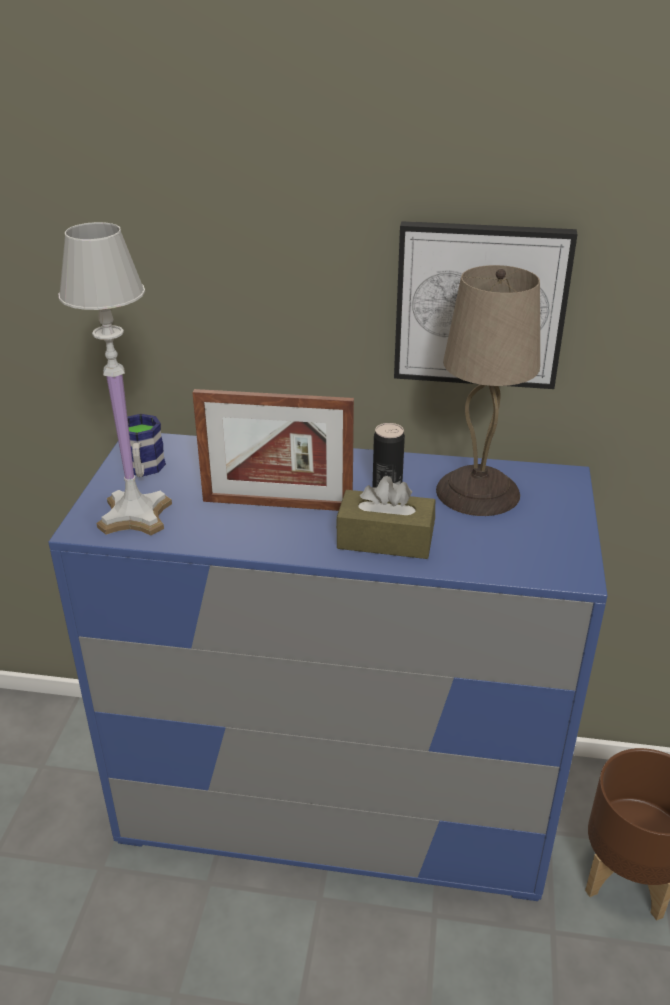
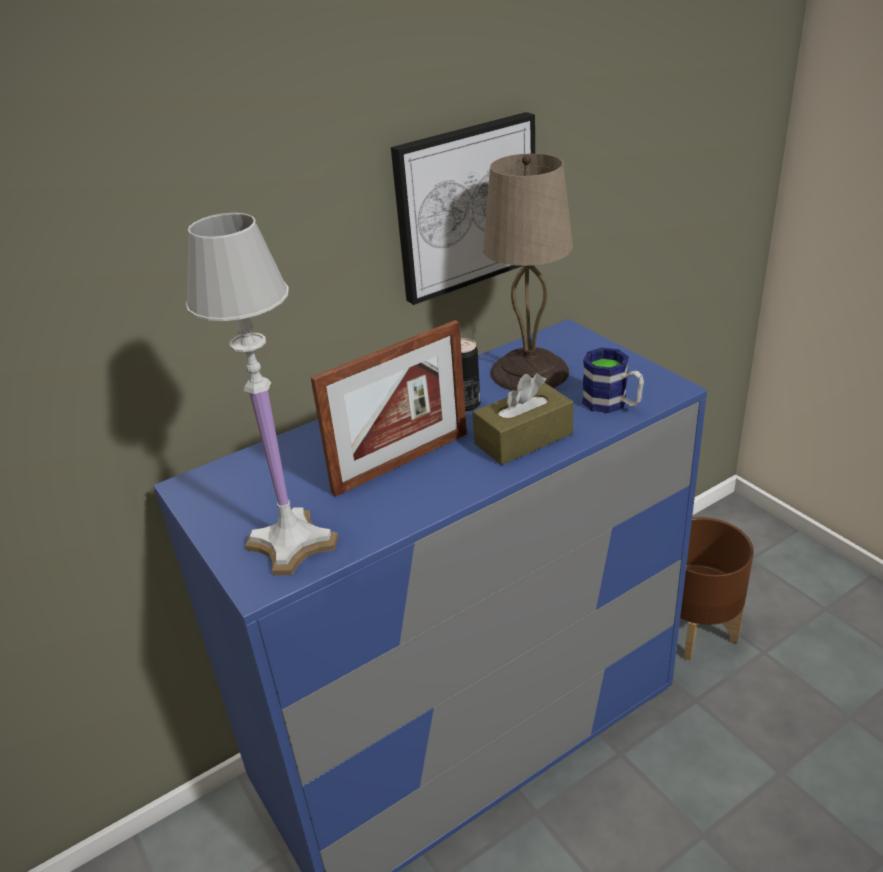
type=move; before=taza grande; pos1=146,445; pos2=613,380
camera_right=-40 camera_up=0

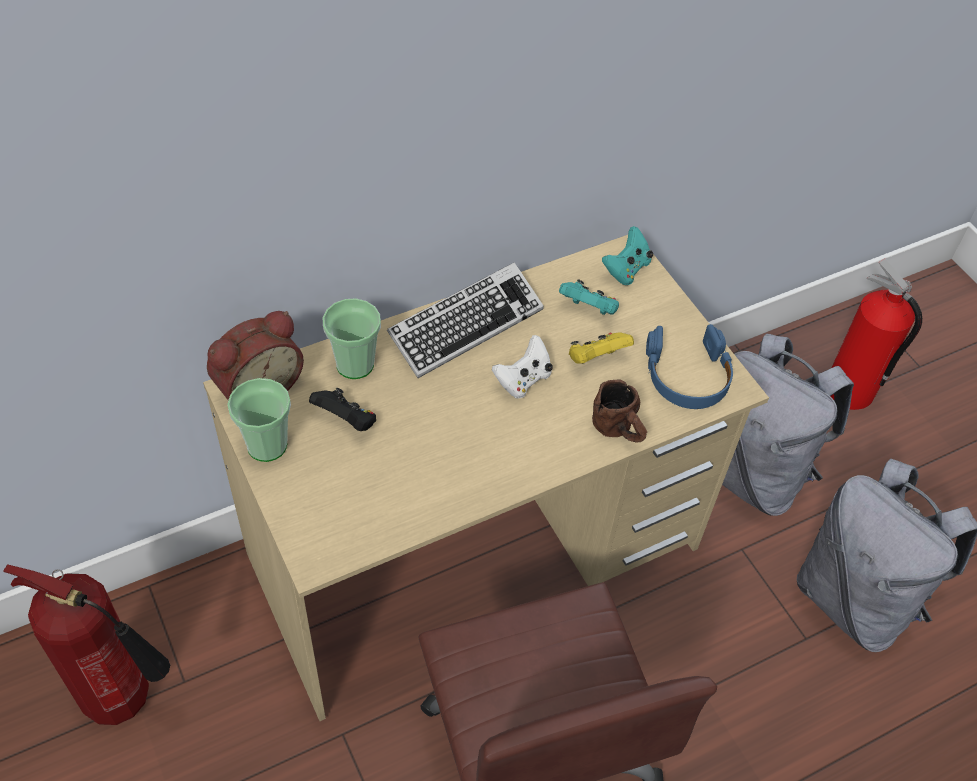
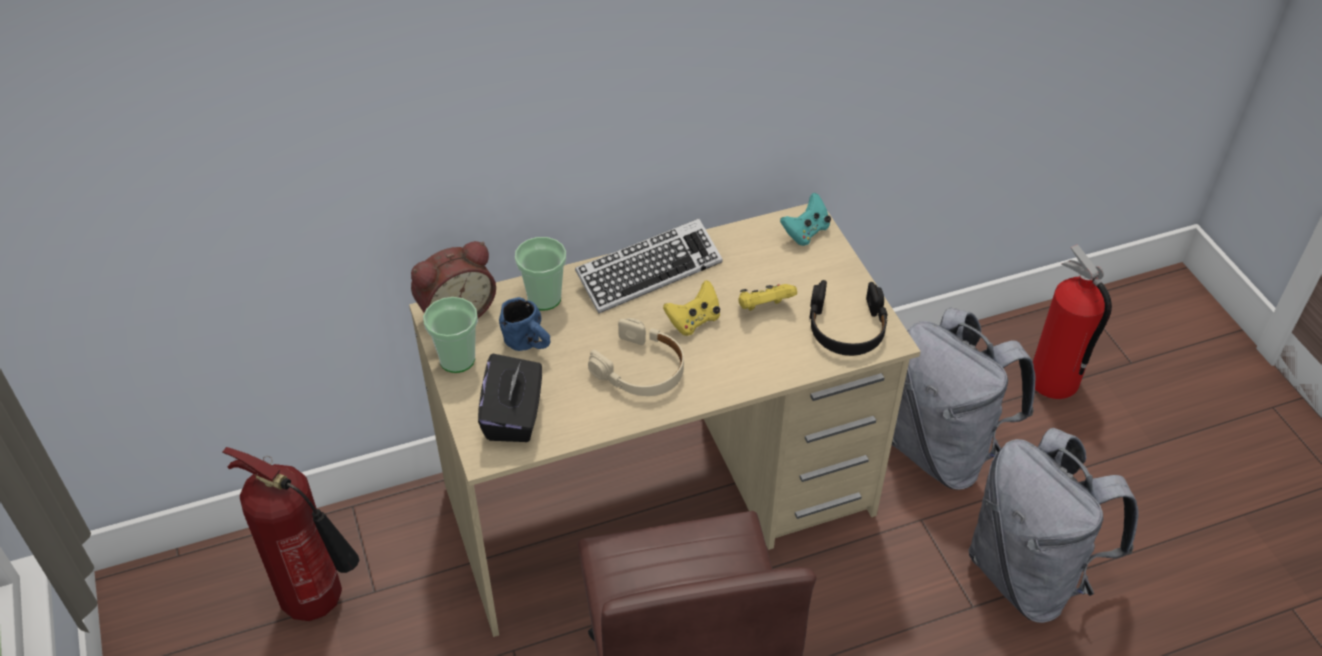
type=replace; before=mando de consola/negro; after=taza grande/azul; pos1=342,409; pos2=525,324
type=recolor; before=mando de consola/blanco; after=mando de consola/amarillo; pos1=522,366; pos2=691,308
type=delete; before=mando de consola/turquesa; pos1=589,297
type=delete; before=taza grande/marrón; pos1=619,410
type=recolor; before=auriculares/azul; after=auriculares/negro; pos1=689,366; pos2=848,318
type=insert; after=caja de pañuelos/negro; pos2=510,398
type=insert; after=auriculares/beis; pos2=636,357
camera_right=10 camera_up=-5

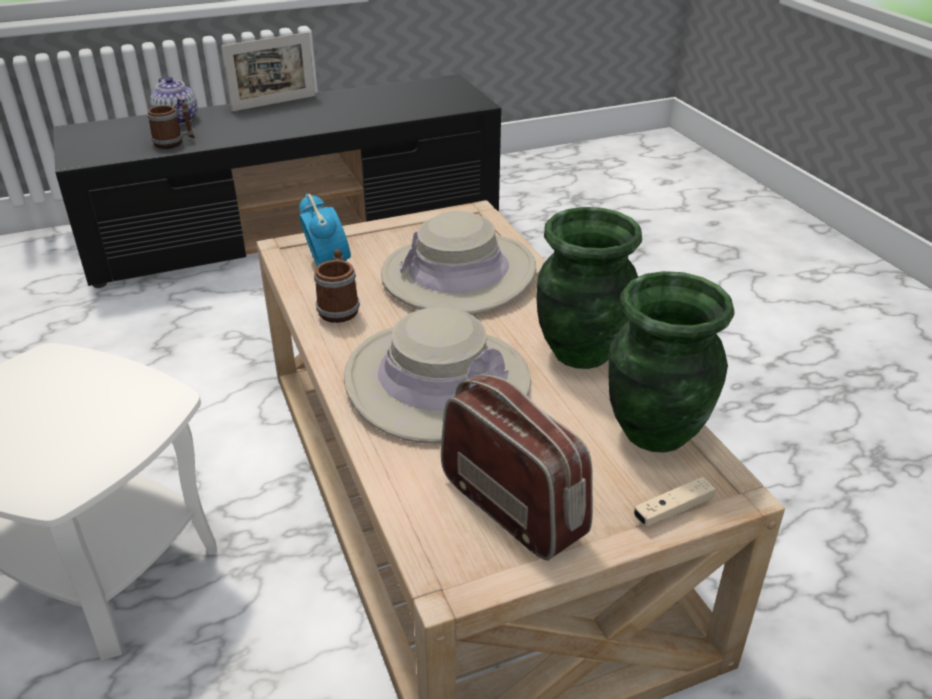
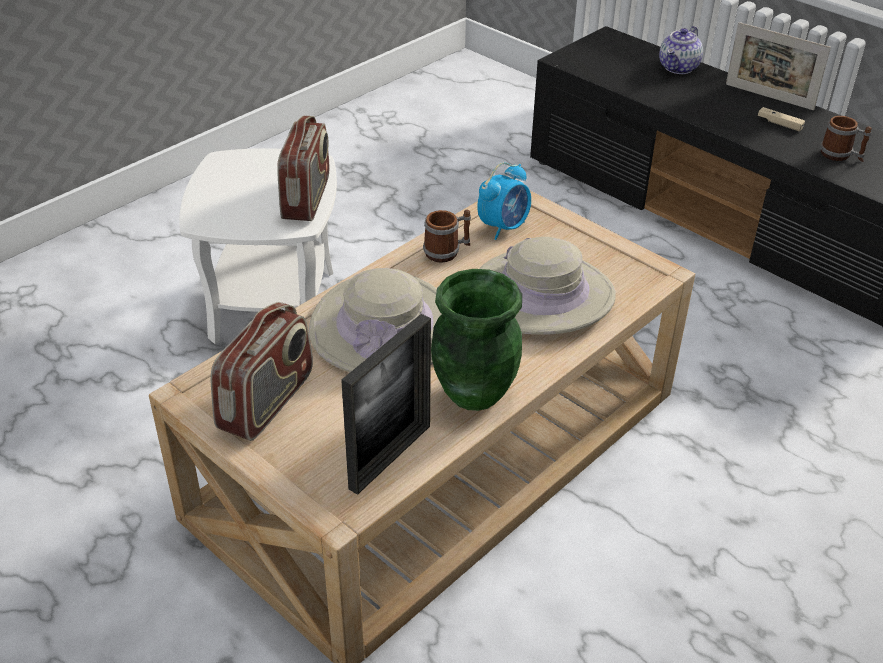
type=move; before=taza grande; pos1=171,126; pos2=846,139
type=replace; before=florero/verde; after=portarretratos; pos1=671,362; pos2=386,404
type=move; before=mando de consola/beis; pos1=674,502; pos2=781,119
type=insert; after=radio; pos2=303,168
camera_right=65 camera_up=5

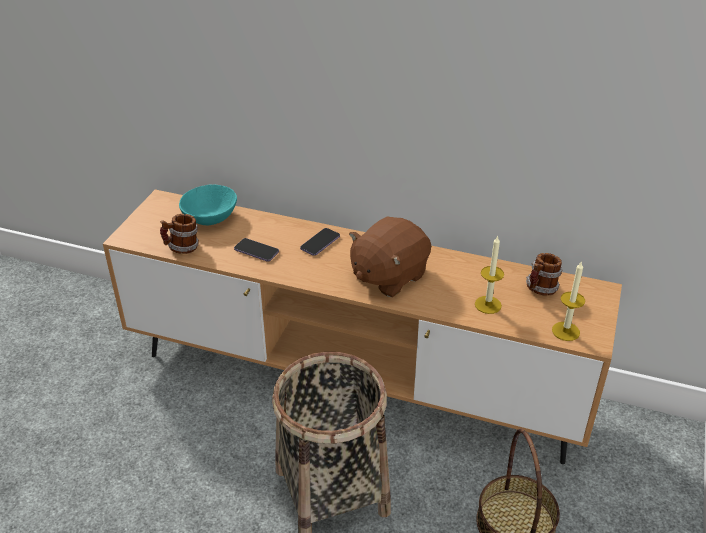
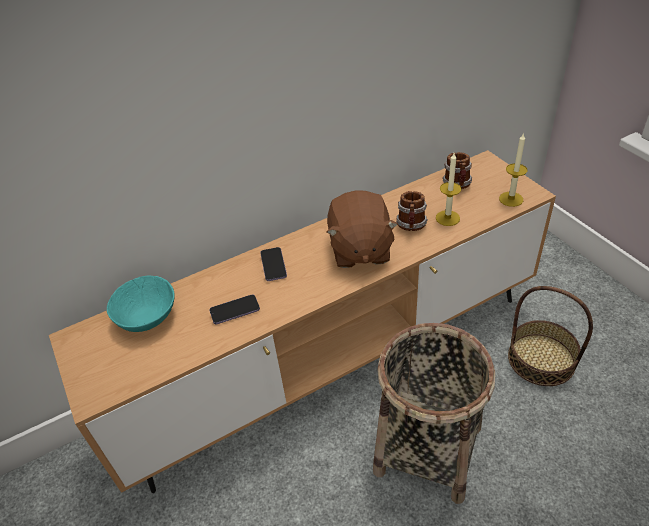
type=move; before=taza grande; pos1=179,234; pos2=412,211
camera_right=-45 camera_up=5

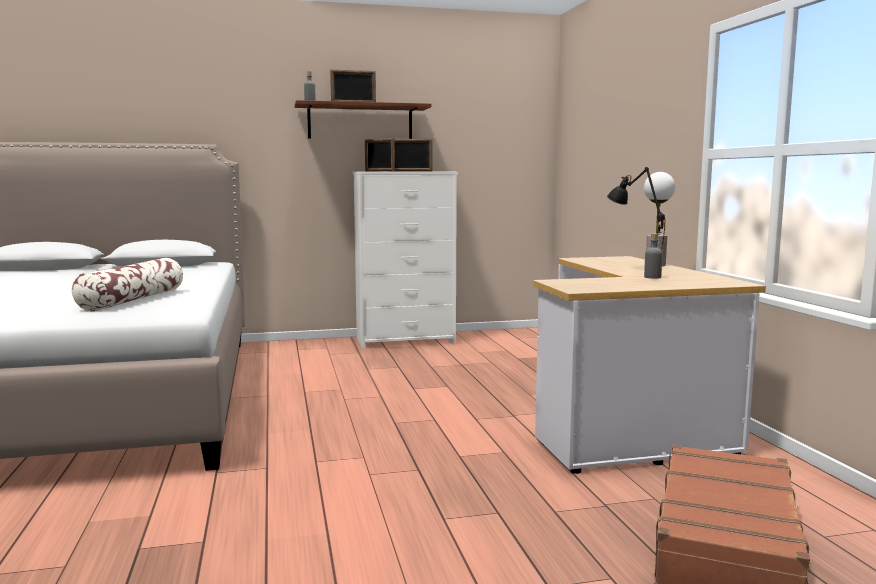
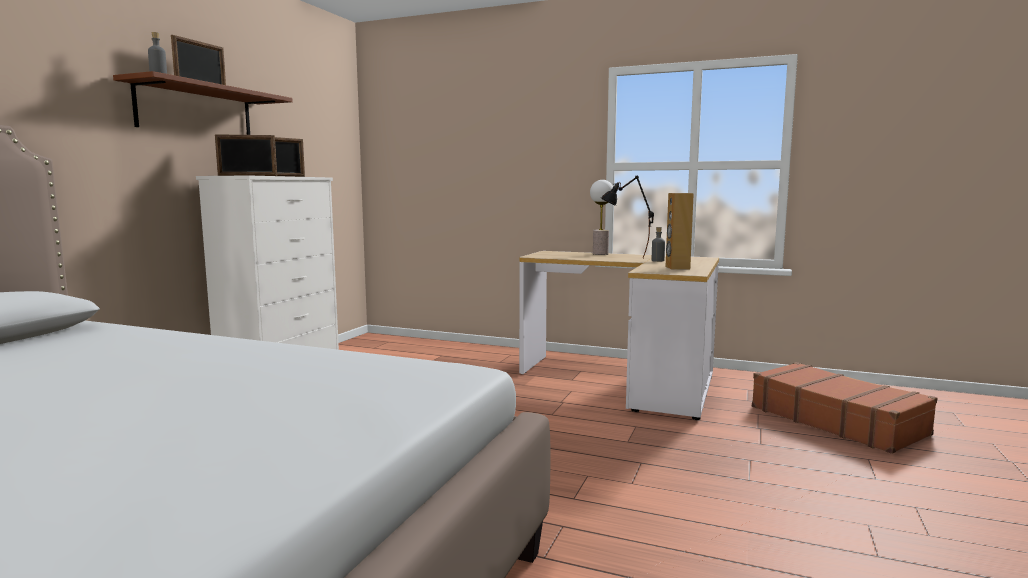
type=delete; before=cojín; pos1=127,284
type=insert; after=altavoz/marrón; pos2=680,231
camera_right=-55 camera_up=0

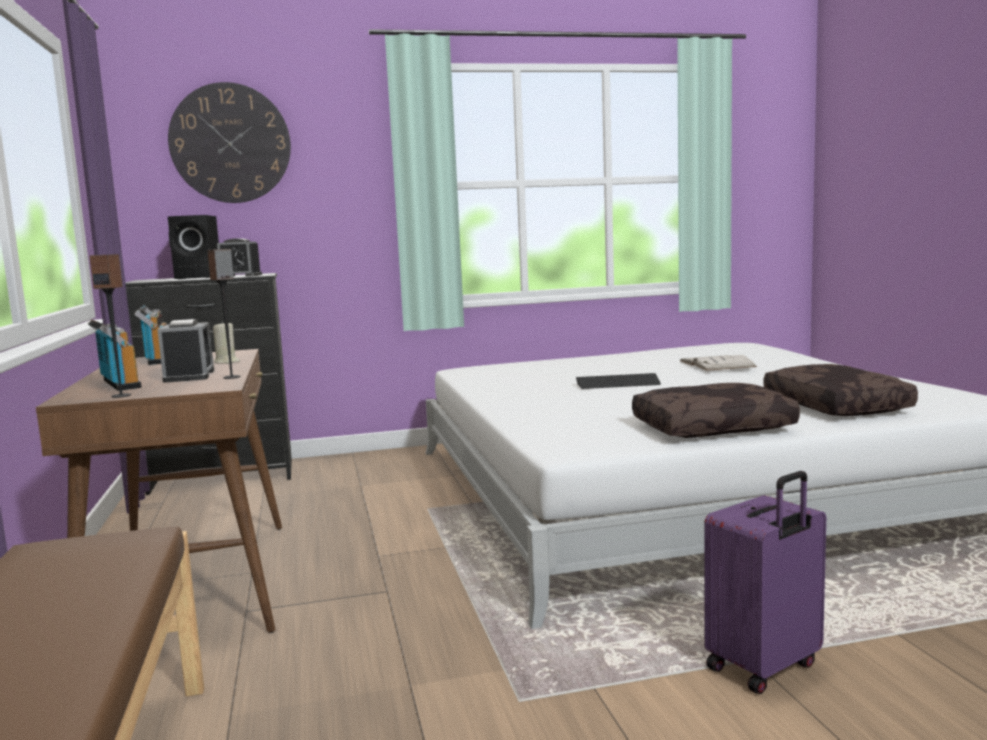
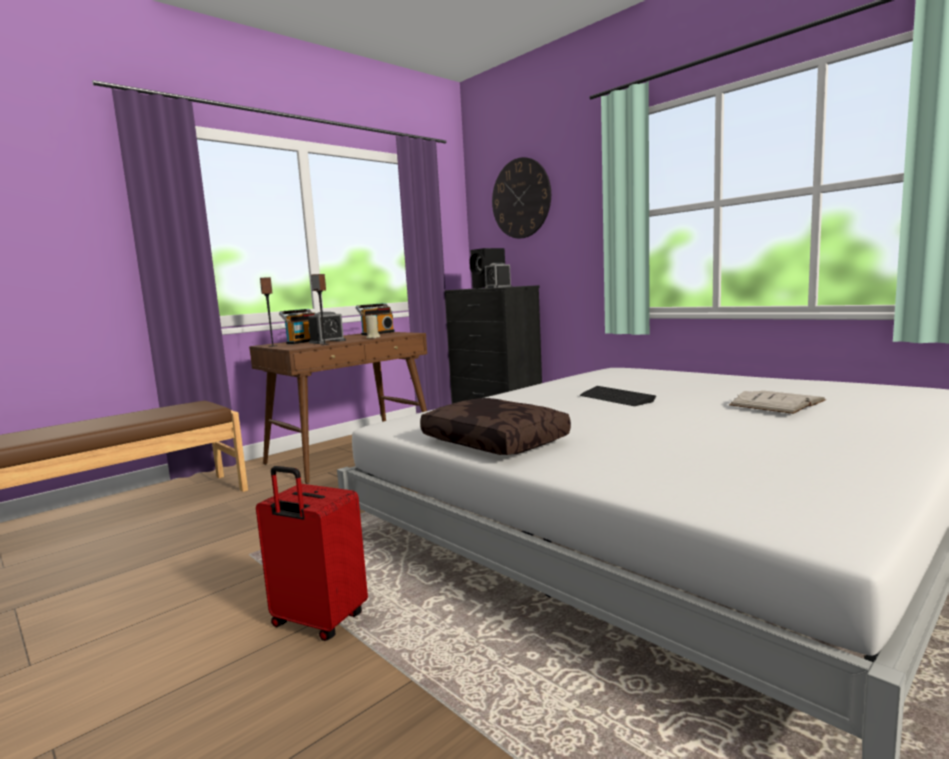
type=recolor; before=maleta/morado; after=maleta/rojo; pos1=765,582; pos2=312,553
type=delete; before=cojín/marrón; pos1=841,390
camera_right=60 camera_up=0

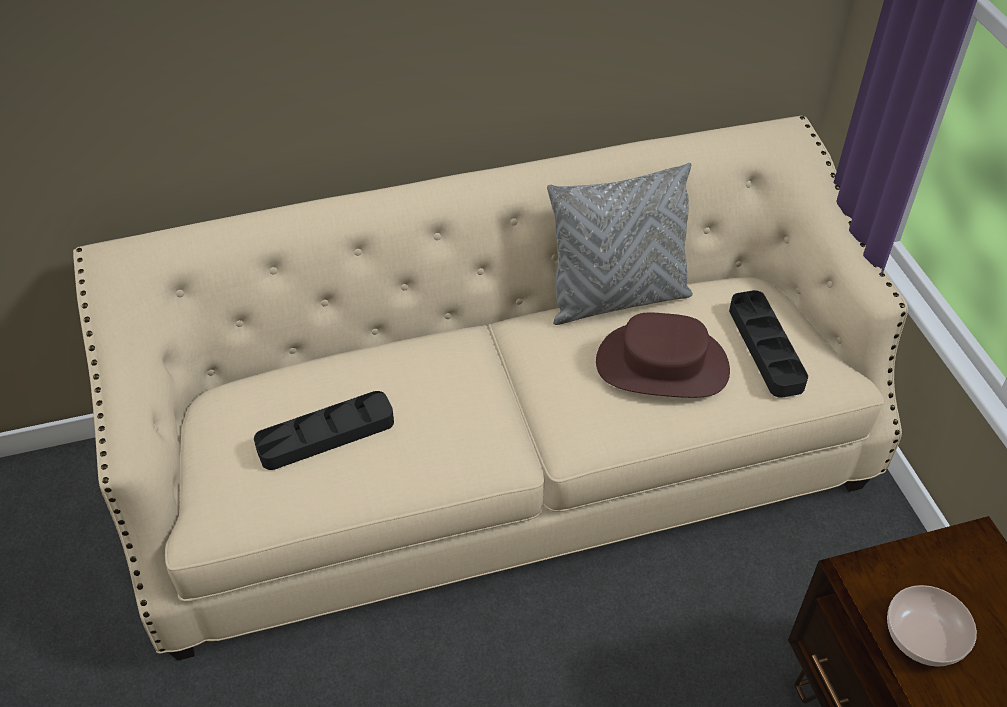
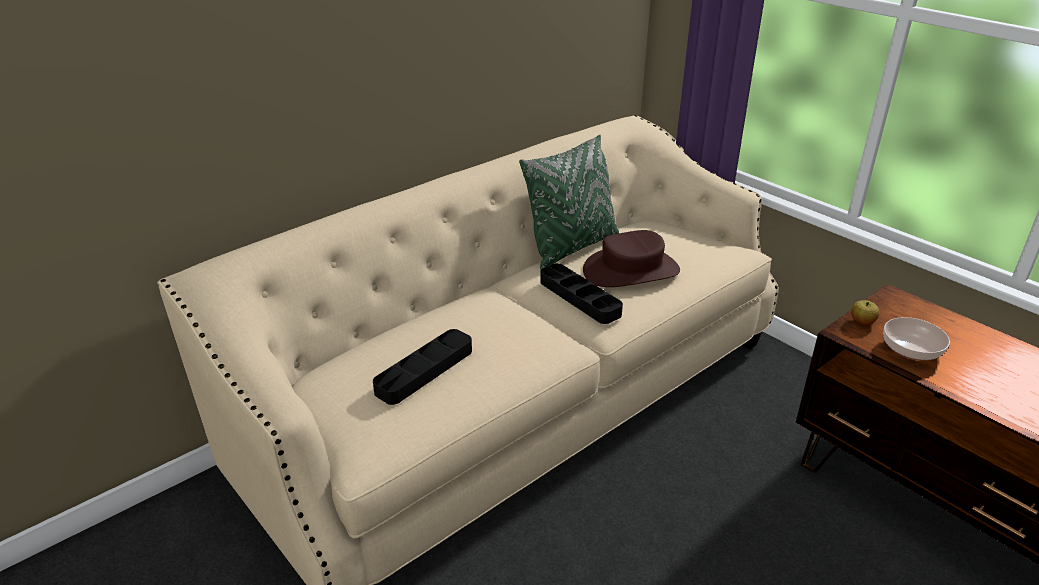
type=recolor; before=cojín/gris; after=cojín/verde; pos1=620,244; pos2=569,202
type=move; before=bandeja/negro; pos1=768,344; pos2=581,293
type=insert; after=manzana; pos2=865,312
camera_right=-25 camera_up=-15

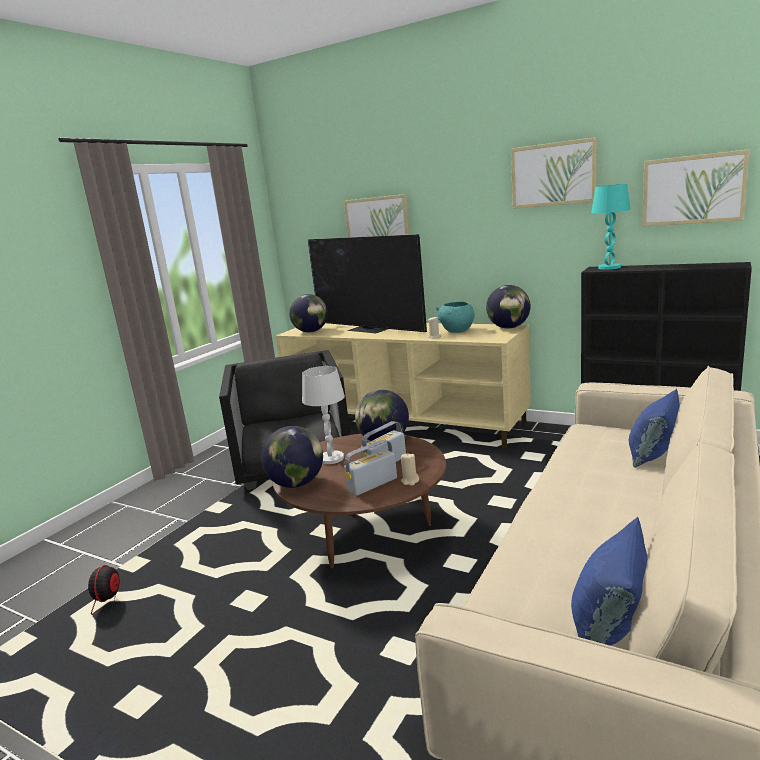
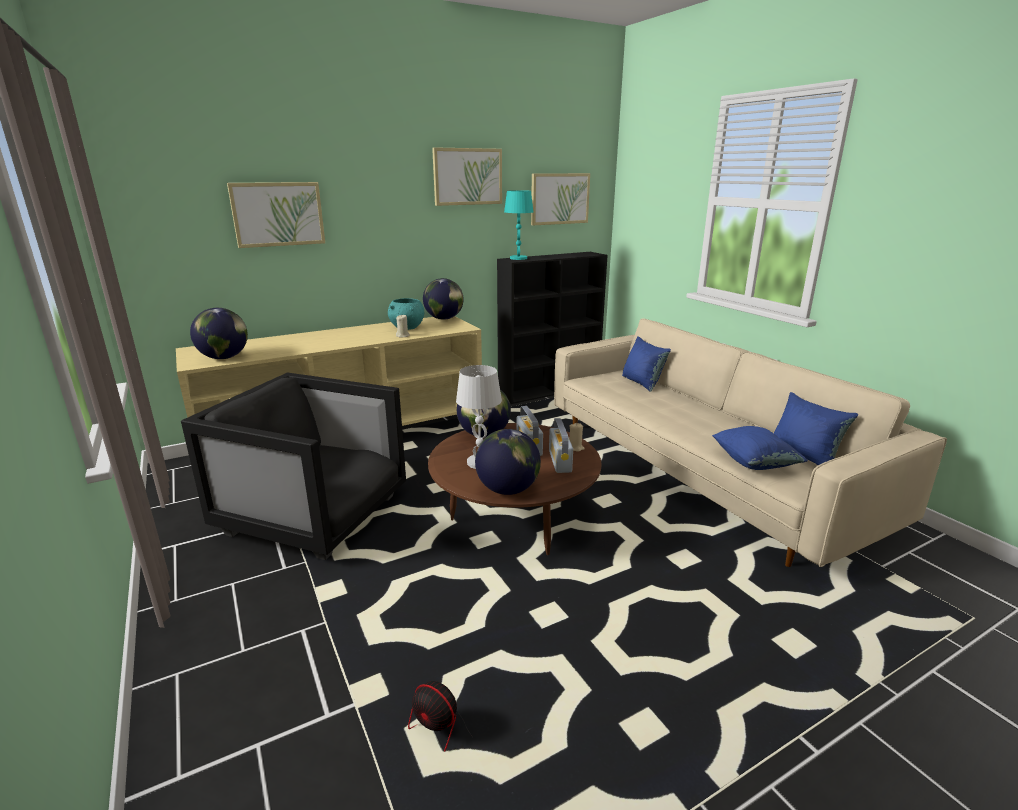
type=delete; before=televisor; pos1=367,284
type=insert; after=cojín/azul; pos2=760,448
camera_right=-60 camera_up=5

